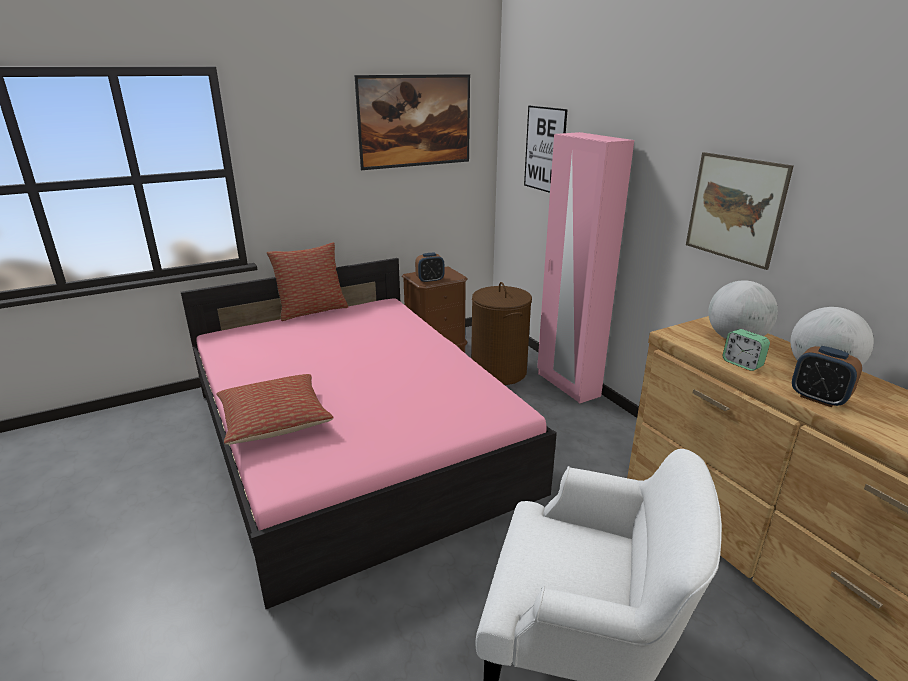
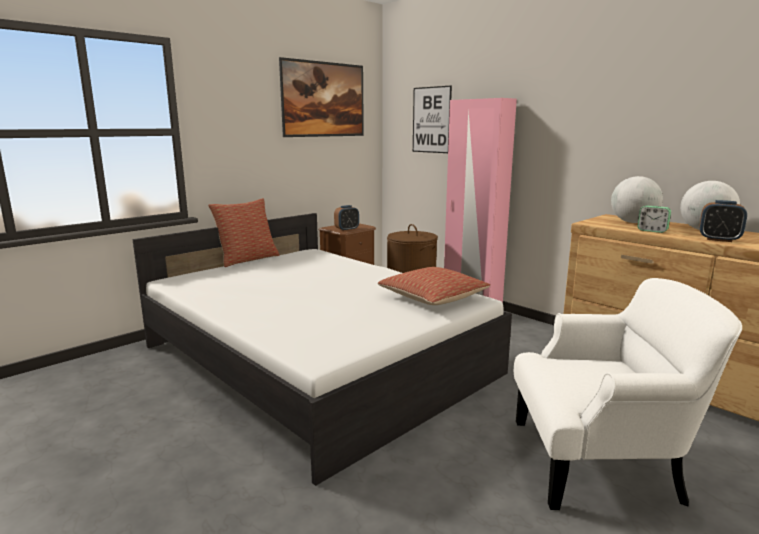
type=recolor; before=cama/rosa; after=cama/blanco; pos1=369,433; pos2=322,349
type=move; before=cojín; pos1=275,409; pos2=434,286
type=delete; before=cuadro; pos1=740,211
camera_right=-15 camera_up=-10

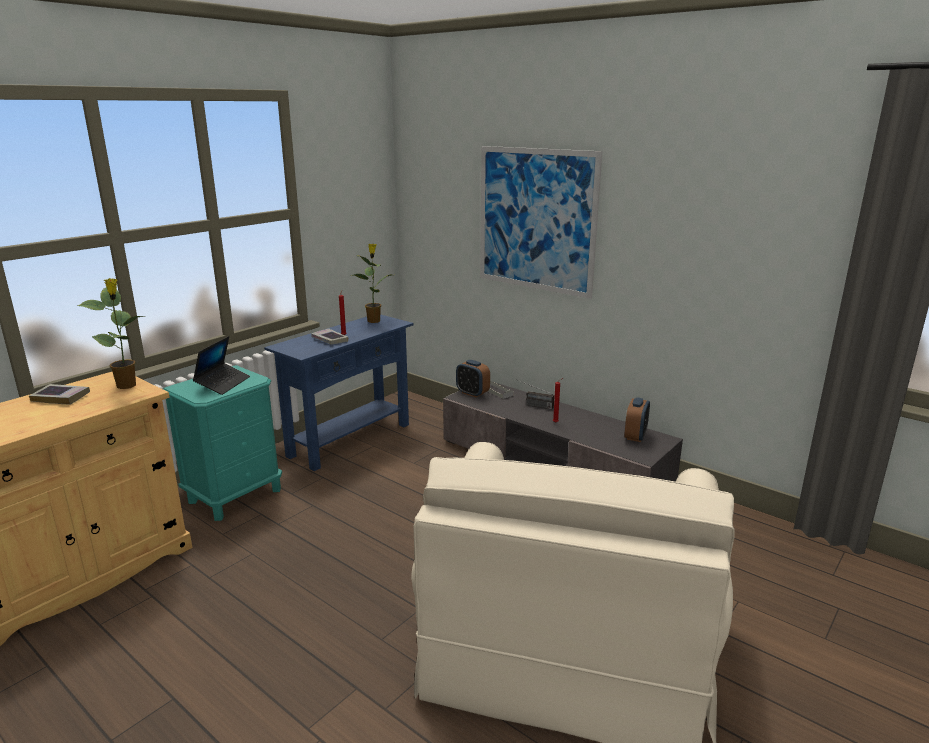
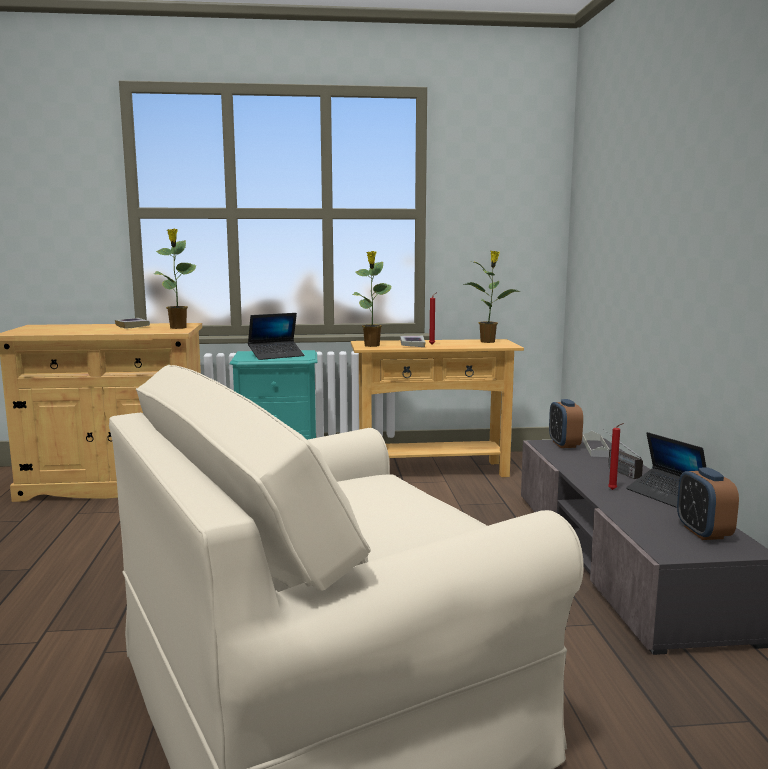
type=recolor; before=mesa consola/azul; after=mesa consola/beis; pos1=338,392; pos2=437,408
type=delete; before=cuadro; pos1=541,222
type=rotate; before=despertador; pos1=637,420; pos2=708,503; turn=105
type=insert; after=planta en maceta; pos2=372,299
type=insert; after=portátil; pos2=666,470
camera_right=45 camera_up=-10

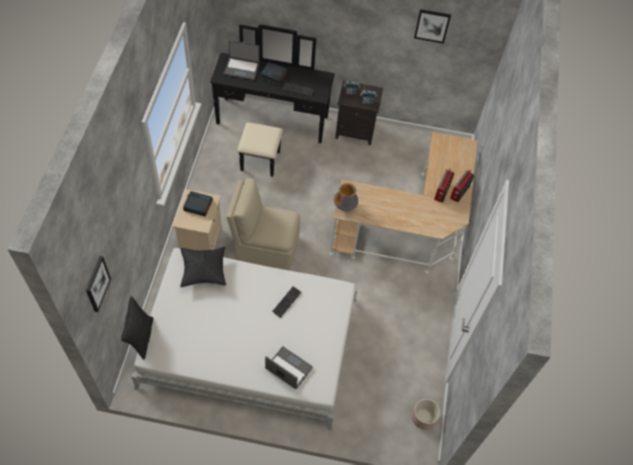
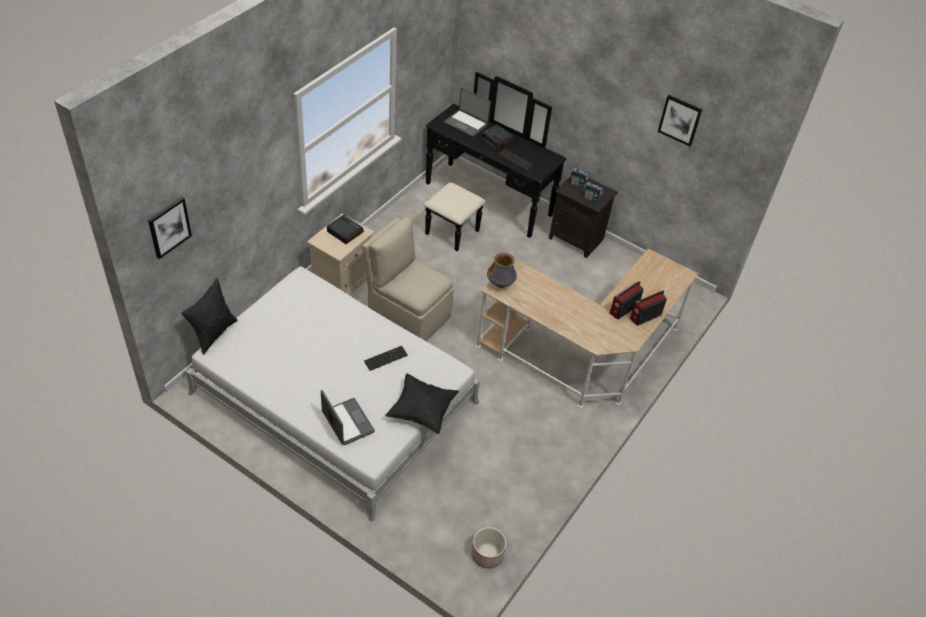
type=move; before=cojín/negro; pos1=203,266; pos2=422,403
camera_right=25 camera_up=-10

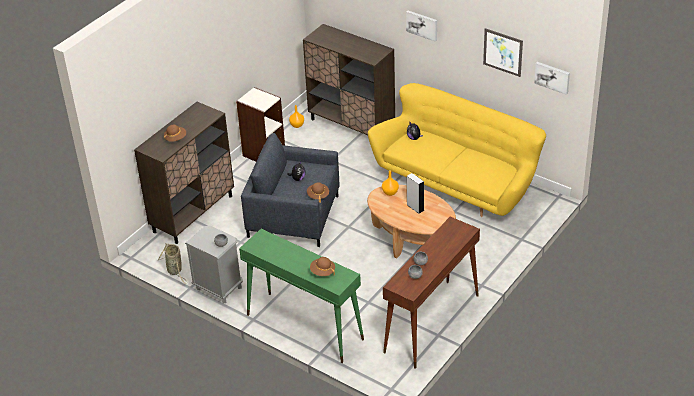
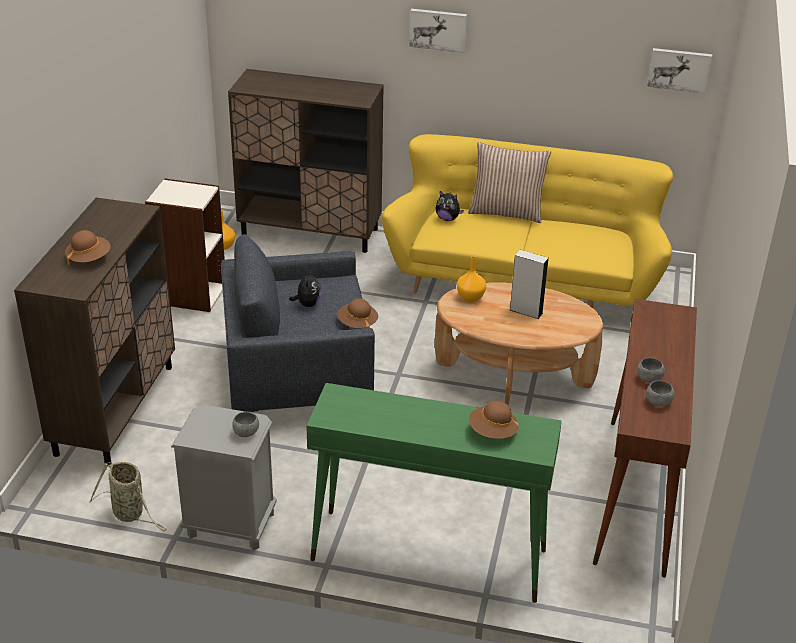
type=delete; before=cuadro; pos1=503,52
type=insert; after=cojín; pos2=509,182
camera_right=-25 camera_up=-5

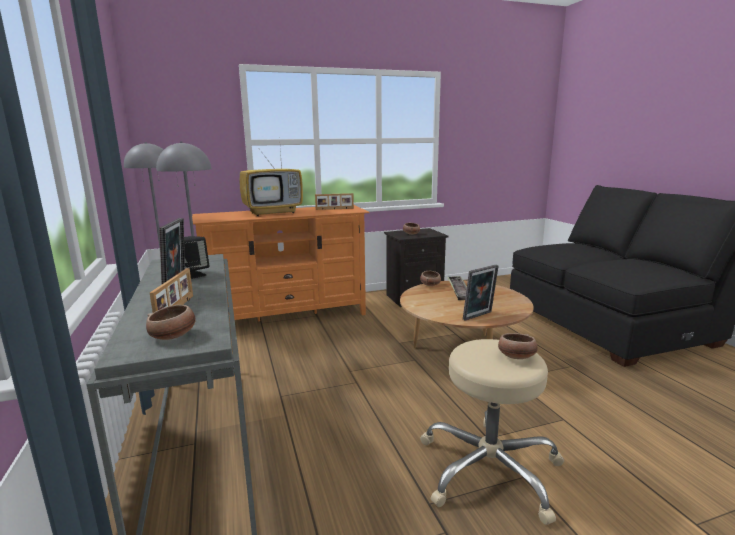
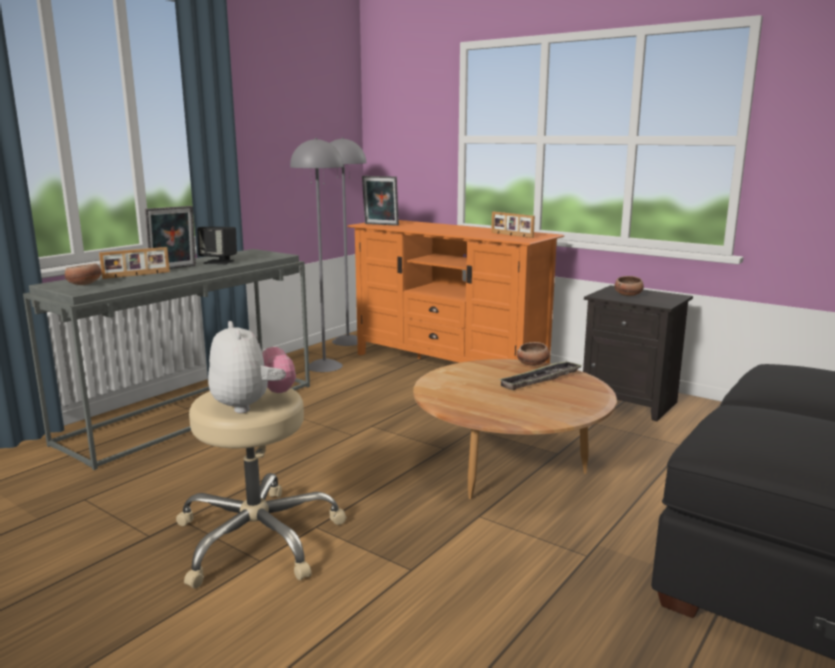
type=delete; before=televisor; pos1=271,181
type=move; before=portarretratos; pos1=481,293; pos2=380,201
type=replace; before=cuenco; after=peluche; pos1=518,346; pos2=252,367
camera_right=55 camera_up=0

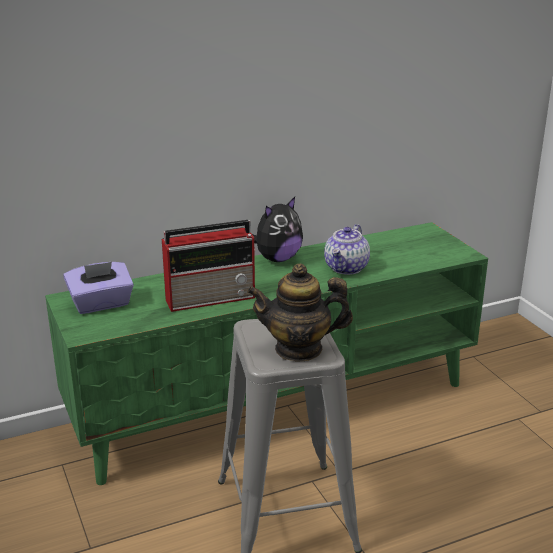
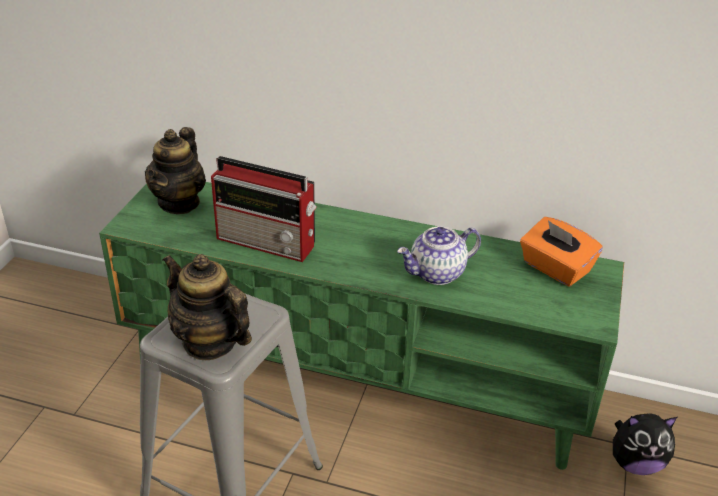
type=replace; before=caja de pañuelos/morado; after=tetera; pos1=98,288; pos2=175,170
type=move; before=peluche; pos1=277,229; pos2=645,444
type=insert; after=caja de pañuelos/naranja; pos2=561,252
camera_right=40 camera_up=10

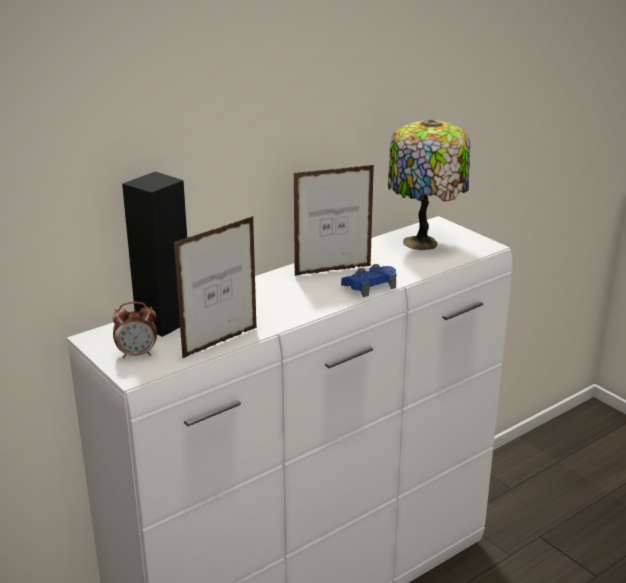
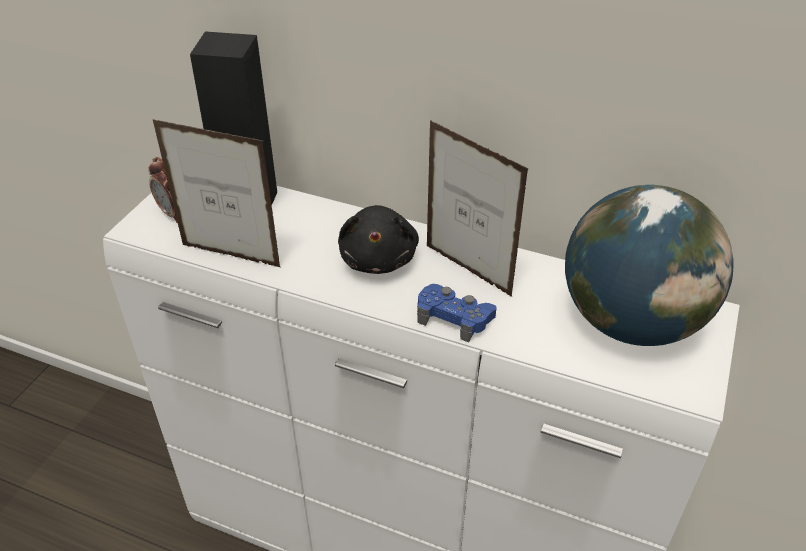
type=replace; before=lámpara de mesa; after=globo terráqueo; pos1=429,185; pos2=649,265
type=insert; after=peluche/negro; pos2=378,239
camera_right=60 camera_up=15

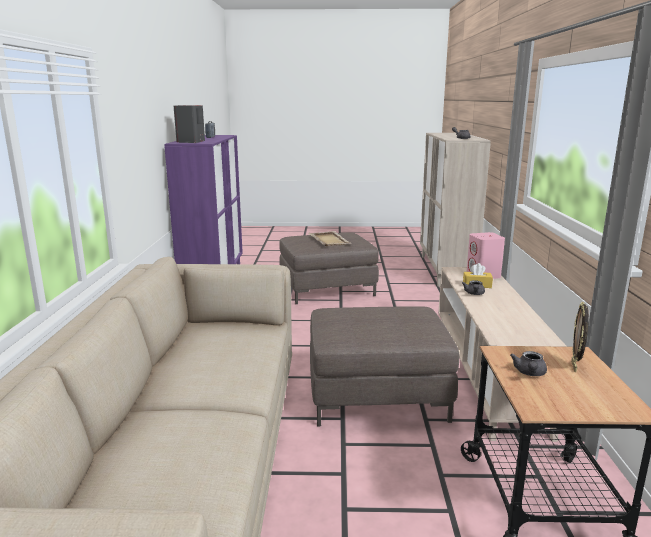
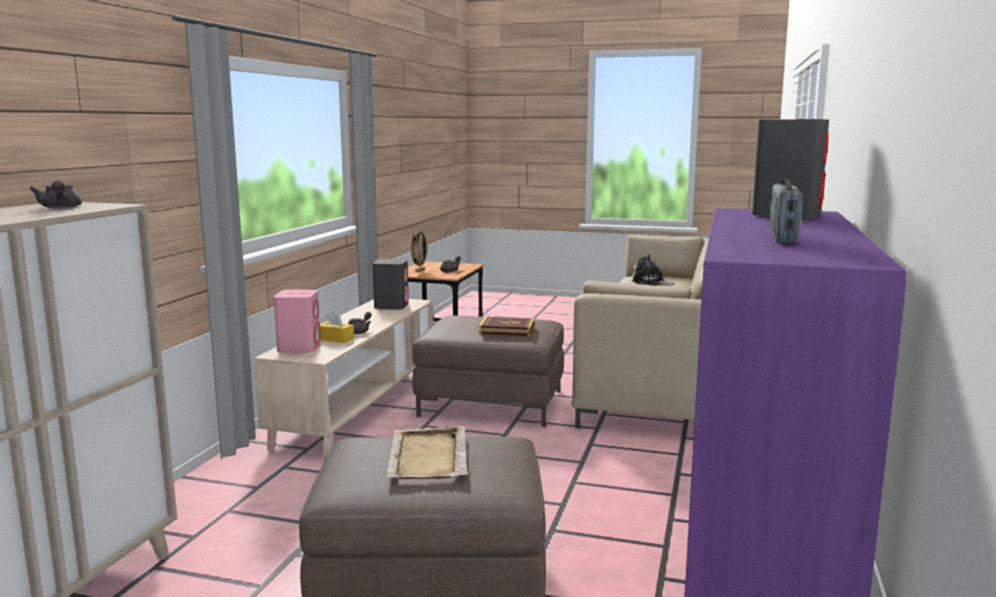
type=insert; after=altavoz/gris; pos2=391,284
type=insert; after=libro; pos2=506,326
type=insert; after=peluche; pos2=653,270
camera_right=-165 camera_up=-5

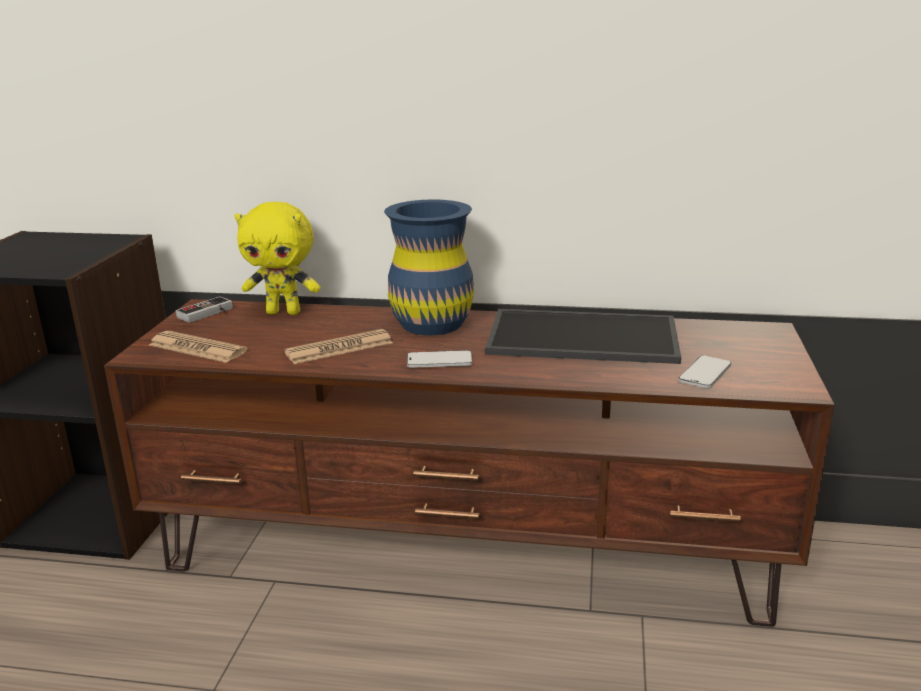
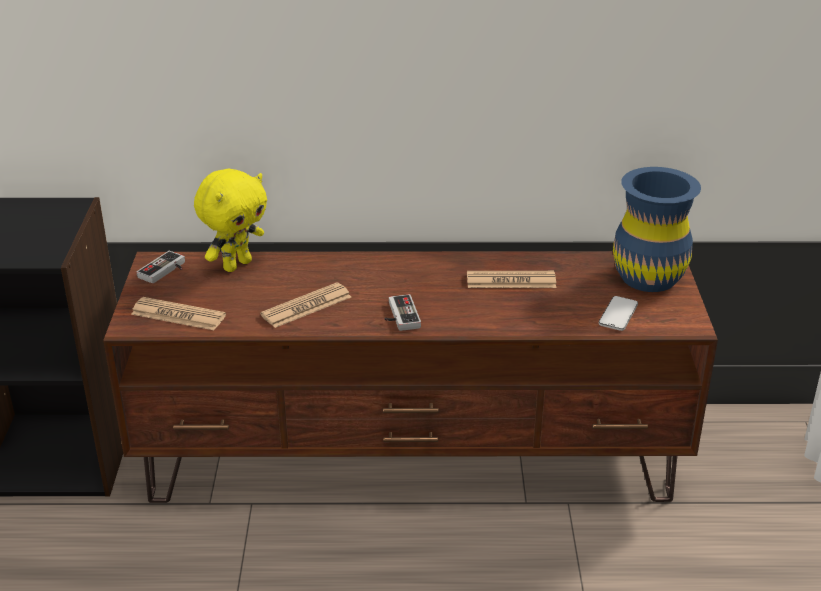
type=rotate; before=peluche/amarillo; pos1=278,258; pos2=230,220; turn=-45
type=move; before=florero/azul; pos1=429,267; pos2=657,229
type=replace; before=móvil; after=mando de consola; pos1=440,359; pos2=403,312
type=replace; before=bandeja; after=periódico; pos1=583,336; pos2=511,279
camera_right=-10 camera_up=10

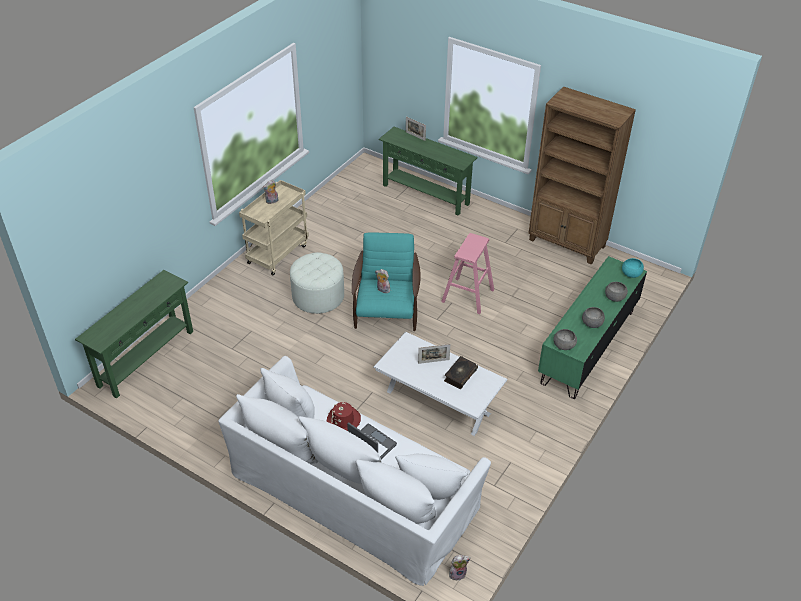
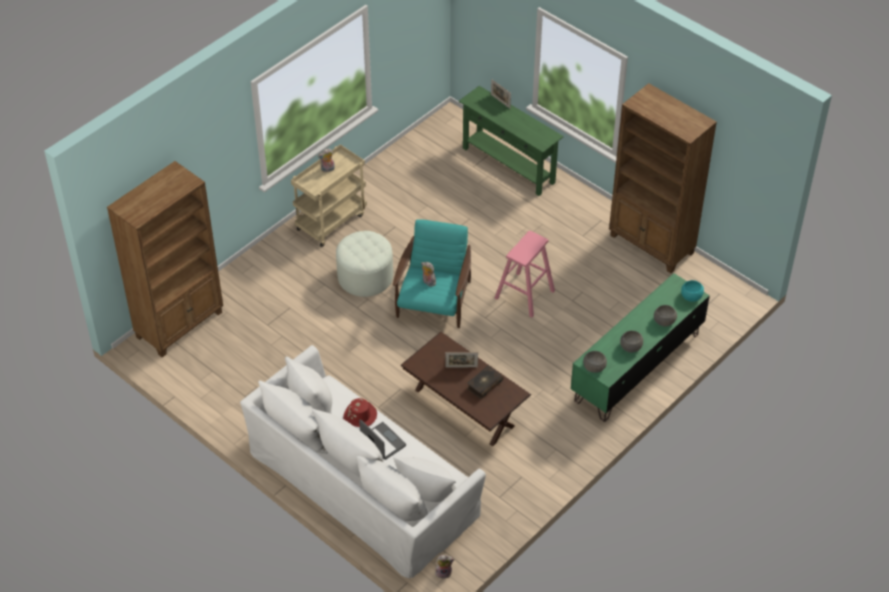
type=replace; before=mesa consola/verde; after=estantería/marrón; pos1=134,334; pos2=165,259
type=recolor; before=mesa de centro/blanco; after=mesa de centro/marrón; pos1=440,384; pos2=465,389
camera_right=10 camera_up=5

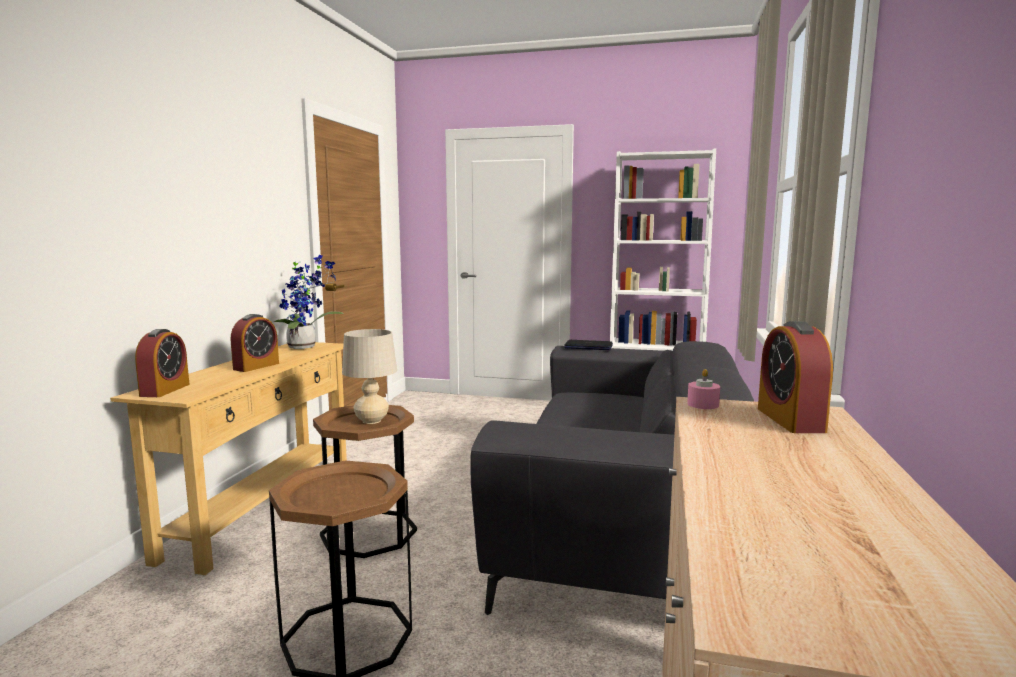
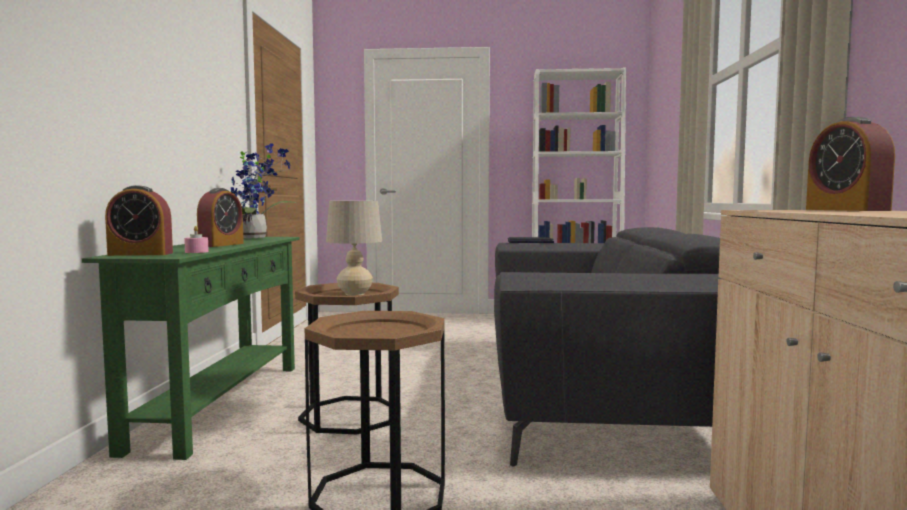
type=recolor; before=mesa consola/beis; after=mesa consola/verde; pos1=228,458; pos2=191,348
type=rotate; before=despertador; pos1=162,363; pos2=139,220; turn=90
type=move; before=vela/rosa; pos1=703,389; pos2=196,239
camera_right=-10 camera_up=-5

